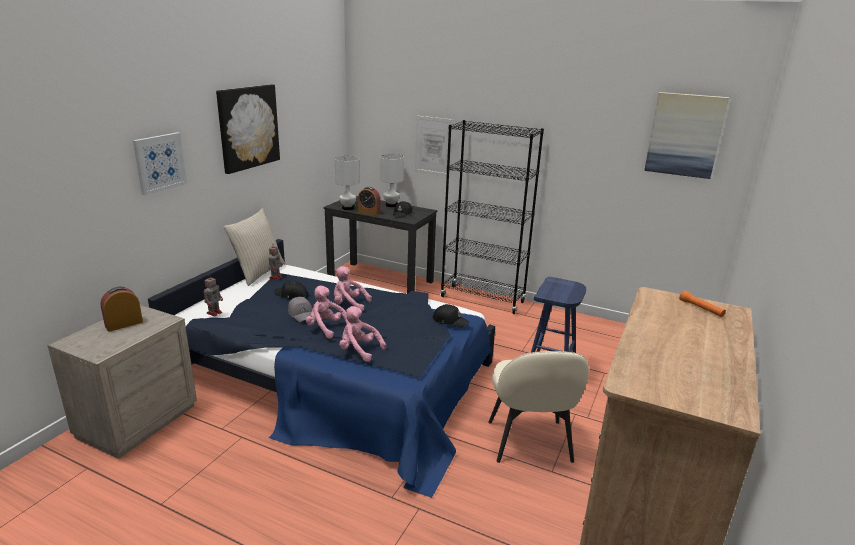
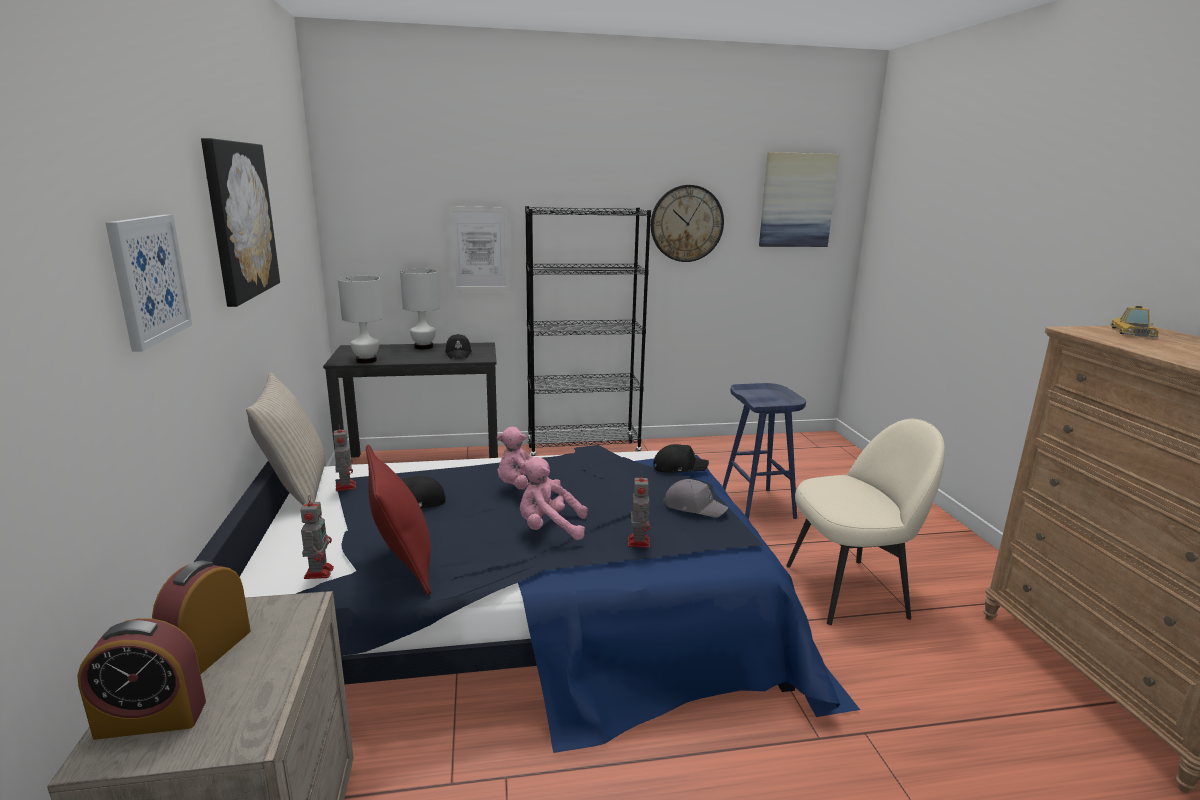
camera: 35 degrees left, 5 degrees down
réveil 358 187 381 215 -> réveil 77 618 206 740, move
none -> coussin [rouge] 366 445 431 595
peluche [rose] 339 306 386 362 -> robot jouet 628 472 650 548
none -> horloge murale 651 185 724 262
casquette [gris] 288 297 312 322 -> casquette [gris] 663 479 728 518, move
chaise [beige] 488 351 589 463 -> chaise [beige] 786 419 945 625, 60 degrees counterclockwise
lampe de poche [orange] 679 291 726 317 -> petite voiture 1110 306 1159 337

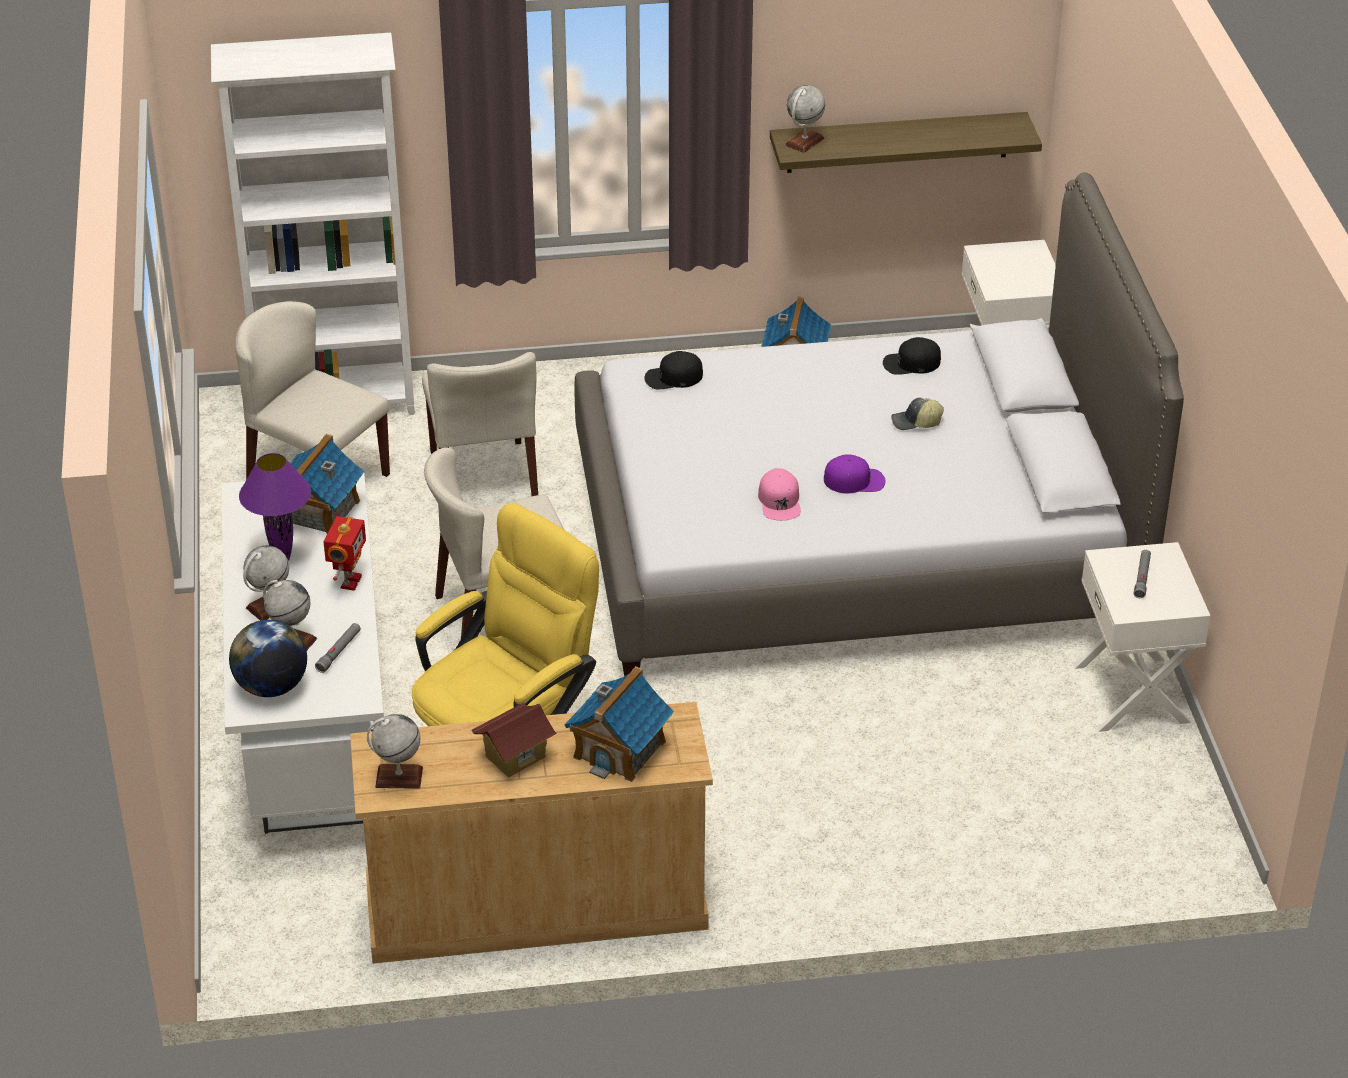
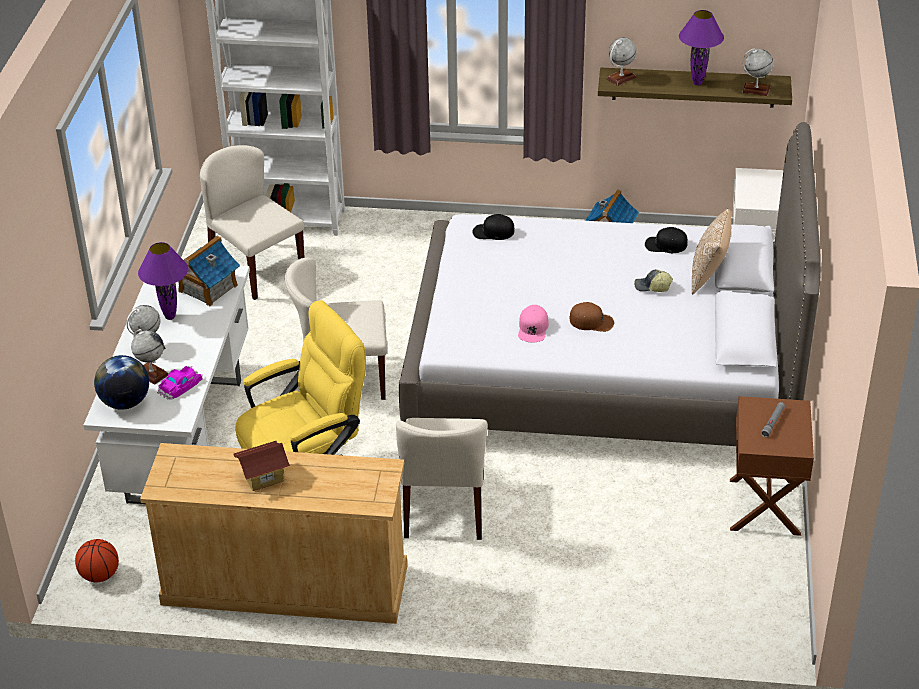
camera: 15 degrees right, 0 degrees up
none -> ballon de basket 75 539 119 583
lampe de poche [gris] 315 623 361 673 -> petite voiture 157 366 202 400
chaise [beige] 422 352 538 496 -> chaise [beige] 396 418 488 540, move
casquette [violet] 824 454 886 494 -> casquette [marron] 570 302 614 332
none -> lampe de table [violet] 679 10 724 85
none -> coussin 692 209 731 294
table de chevet [blanc] 1074 542 1210 732 -> table de chevet [marron] 730 396 814 536
globe 367 714 423 789 -> globe 742 48 773 96, move
robot jouet 323 516 366 591 -> none
maison miniature 564 666 674 782 -> none

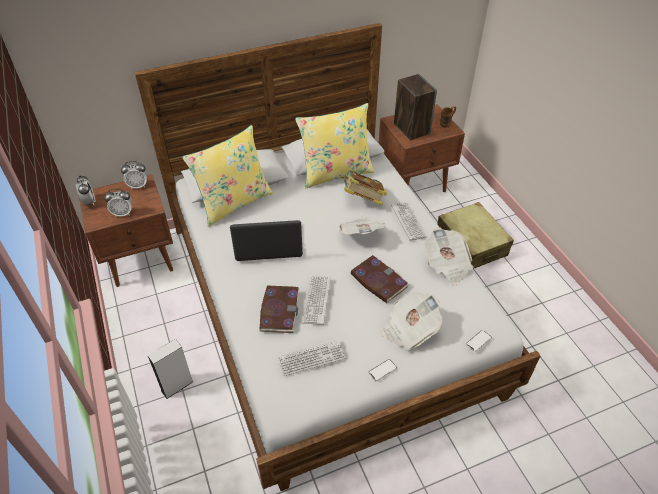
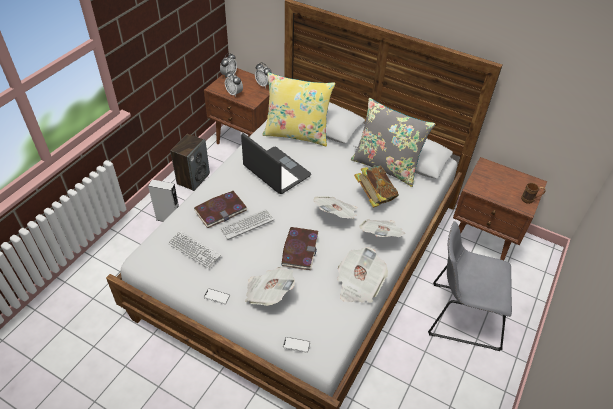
camera: 50 degrees right, 0 degrees up
enceinte 394 74 437 141 -> enceinte 170 134 210 191, move
coussin [jaune] 295 103 374 188 -> coussin [gris] 351 98 436 187
clavier 391 202 427 240 -> journal 359 219 406 237
valise [beige] 437 202 514 269 -> chaise [gris] 428 221 512 351

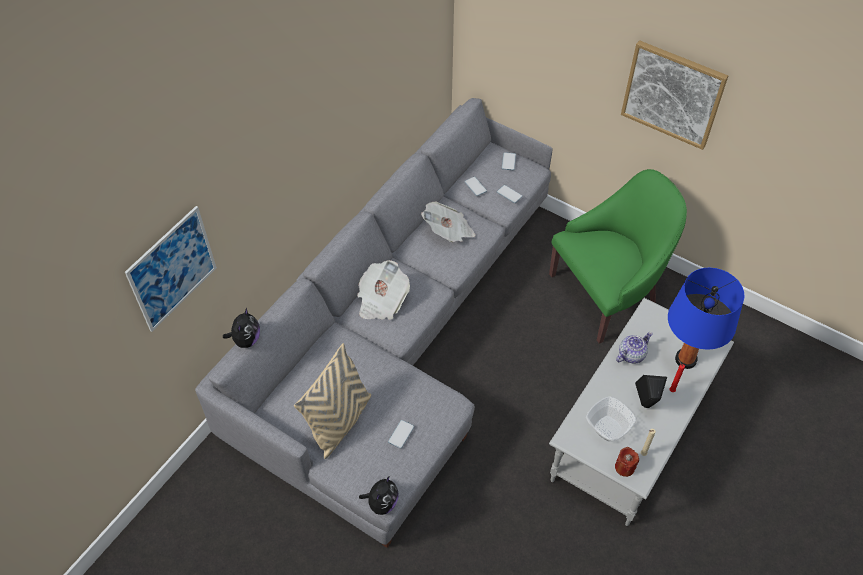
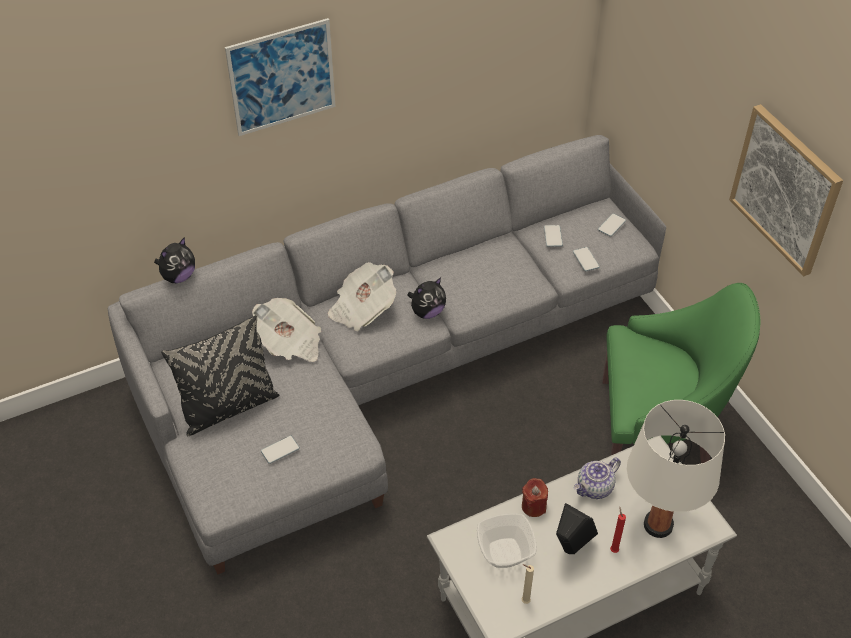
camera: 30 degrees right, 5 degrees down
coussin [beige] 294 343 371 459 -> coussin [noir] 161 315 279 436
tableau 125 206 217 332 -> tableau 225 18 336 136, move
journal 421 201 476 242 -> journal 252 298 321 362, move
peluche 359 476 398 515 -> peluche 407 277 446 319, move
bougie [rouge] 615 447 639 477 -> bougie [rouge] 522 478 548 517, move
théière 616 332 653 363 -> théière 574 458 621 499, 150 degrees clockwise
lampe de table [bleu] 668 267 745 369 -> lampe de table [blanc] 626 400 725 538

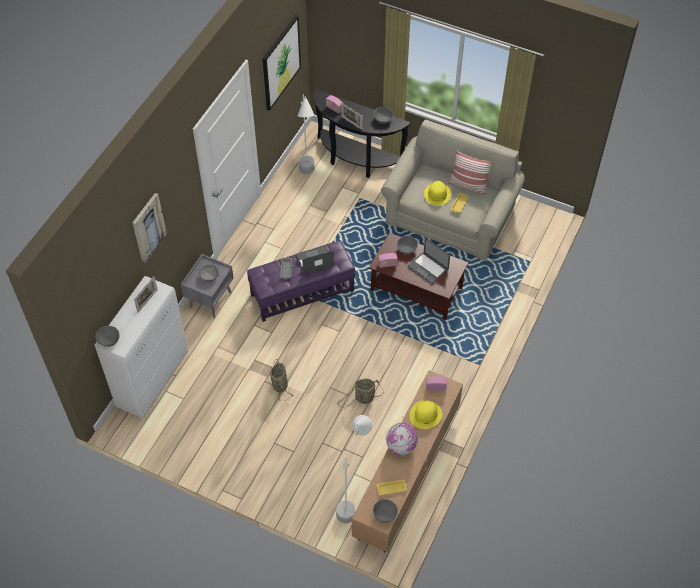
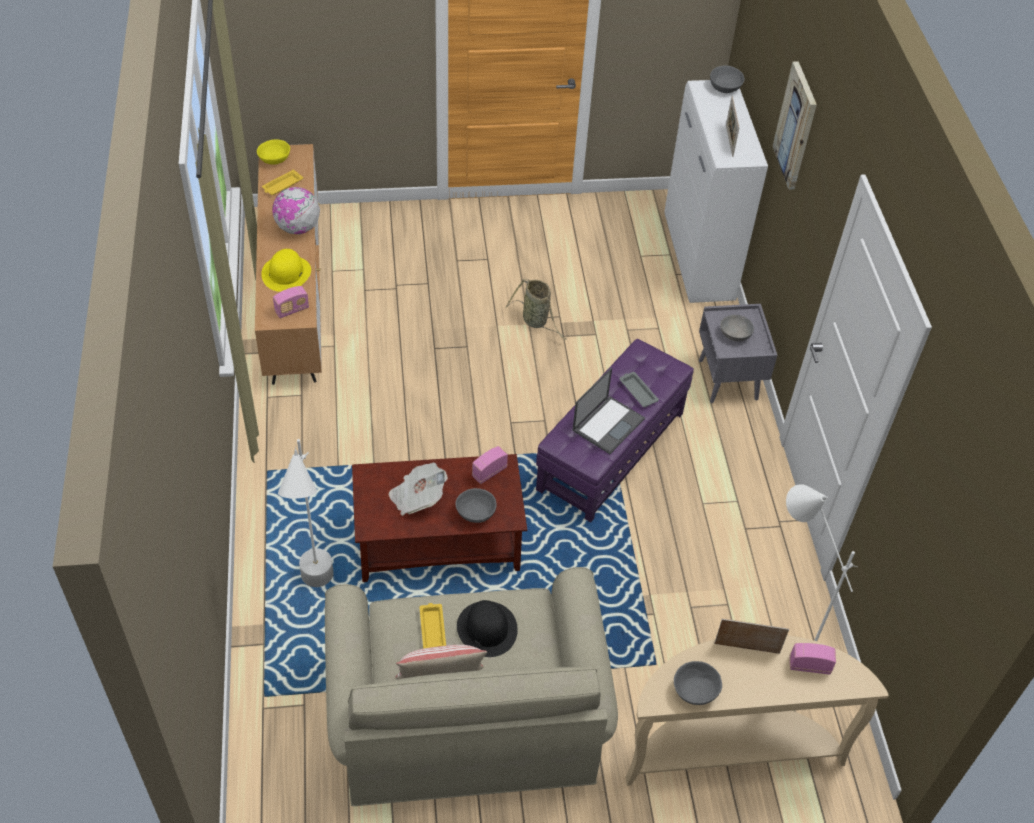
camera: 145 degrees right, 5 degrees down
bol [gris] 373 499 398 523 -> bol [jaune] 257 139 290 165
lampadaire [blanc] 336 415 372 524 -> lampadaire [blanc] 278 439 334 587, move
ordinateur portable 407 237 450 284 -> journal 389 463 448 516
chapeau [jaune] 424 181 451 206 -> chapeau [noir] 457 600 518 657
table console [noir] 314 89 411 178 -> table console [beige] 625 635 889 786
tableau 263 15 301 111 -> none
panier 337 379 384 408 -> none

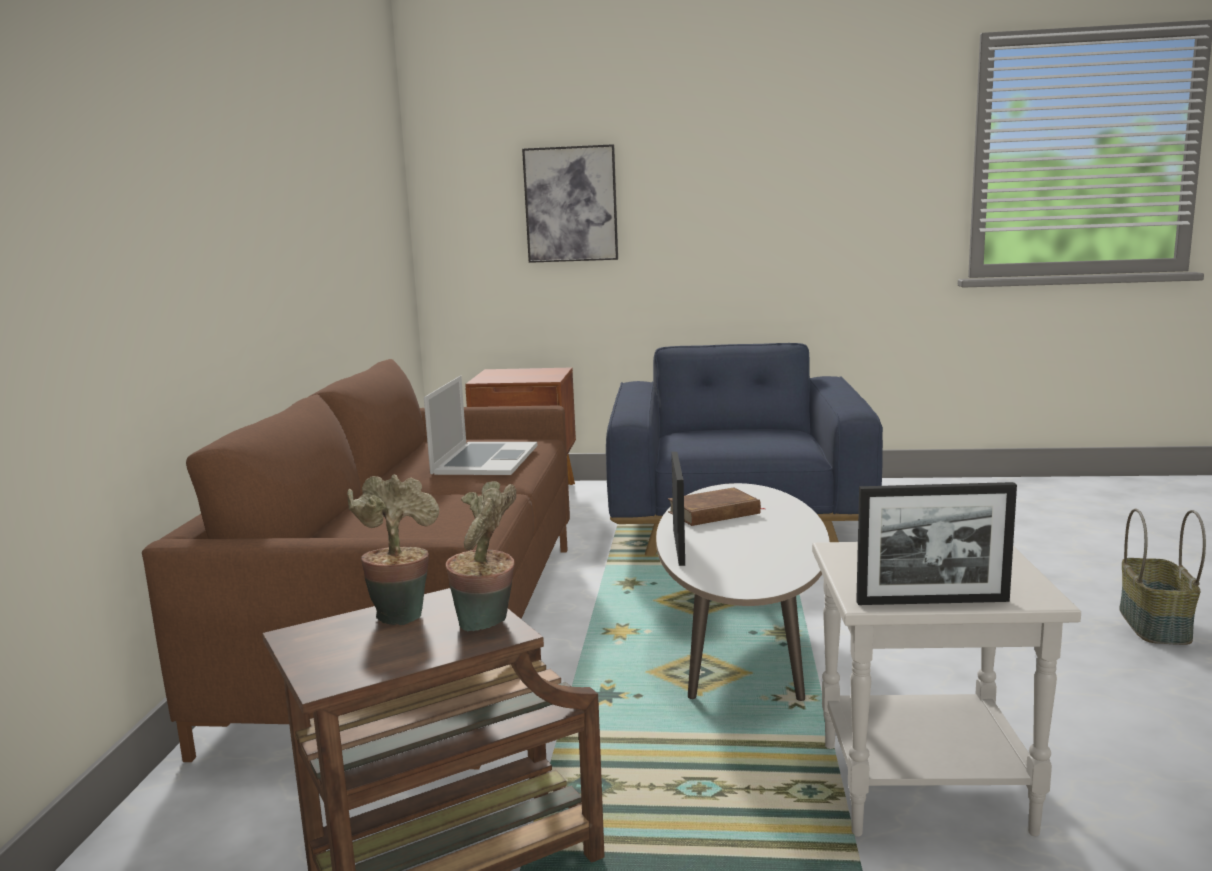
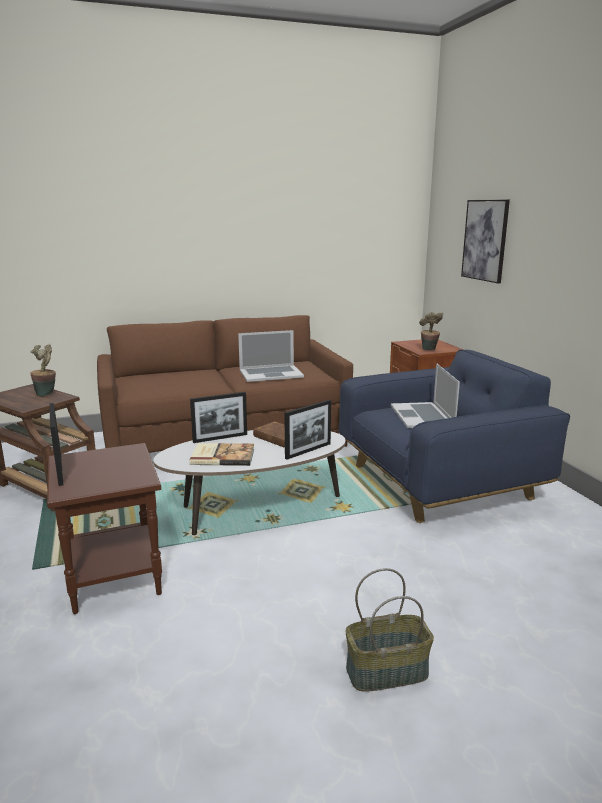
camera: 65 degrees right, 5 degrees up
table d'appoint [blanc] 812 542 1081 837 -> table d'appoint [marron] 47 443 162 614
none -> livre 190 443 254 466
none -> cadre photo 284 400 331 460
none -> ordinateur portable 391 363 460 428
plante en pot 446 481 516 631 -> plante en pot 419 312 443 350, move

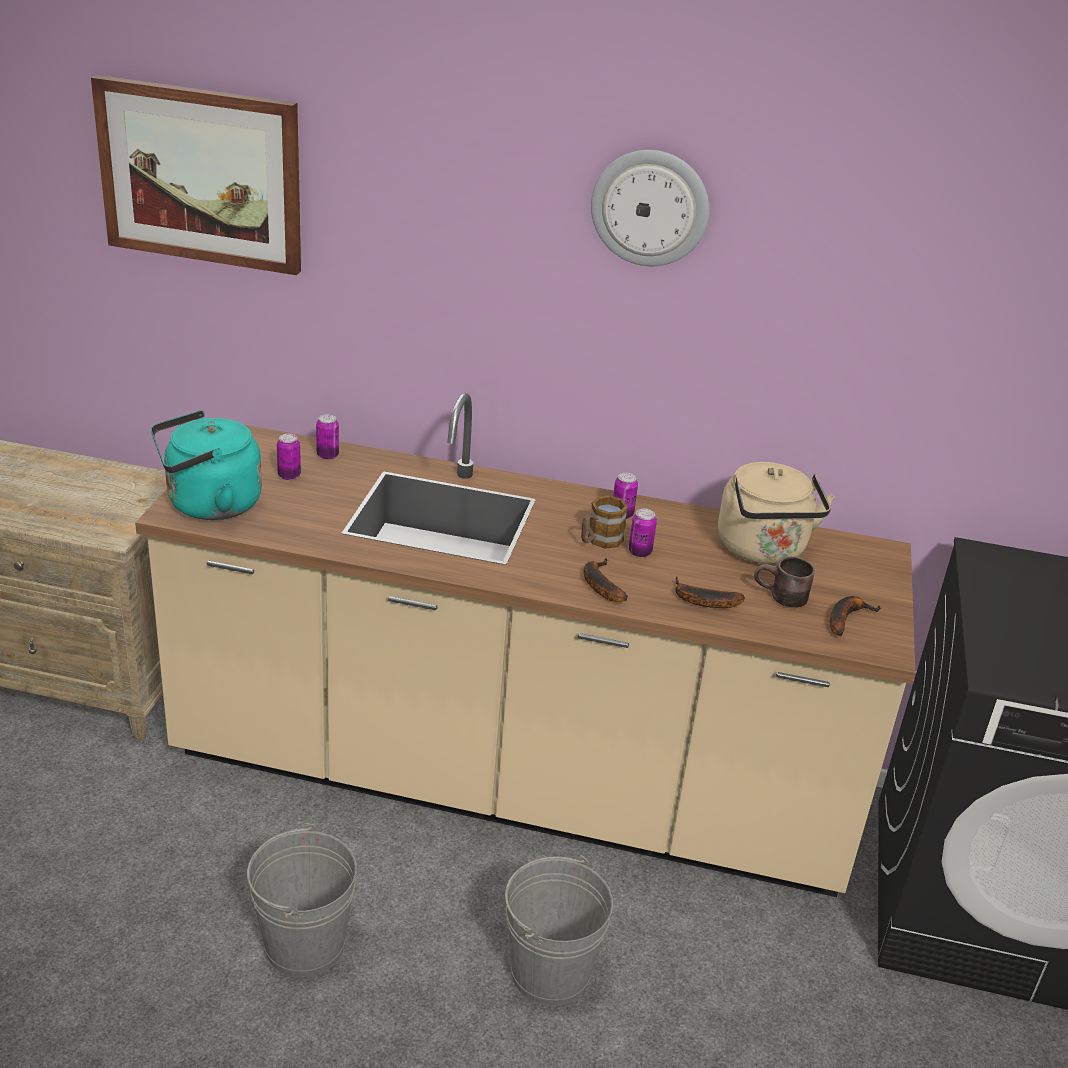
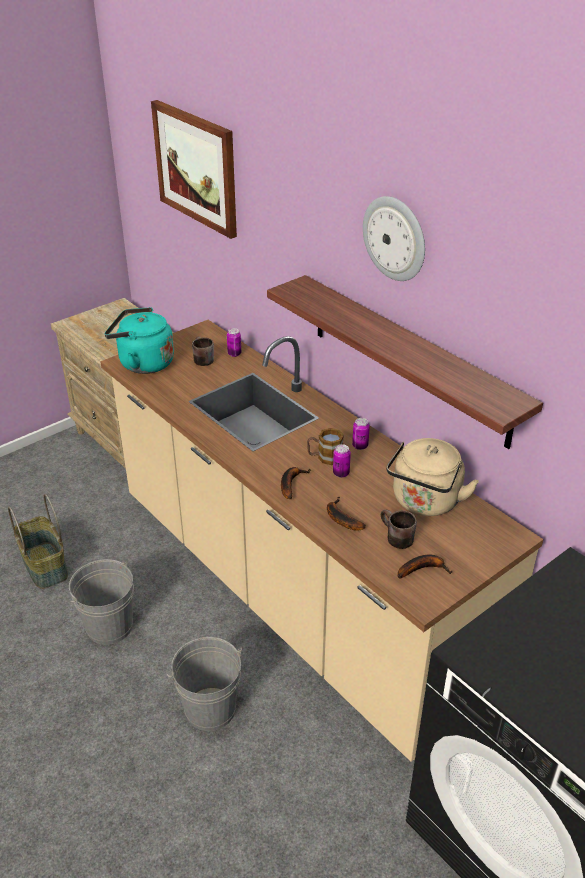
camera: 40 degrees right, 5 degrees up
none -> panier 8 494 68 589
boîte métallique 277 434 301 480 -> mug [marron] 192 337 214 366
none -> étagère 267 275 543 449

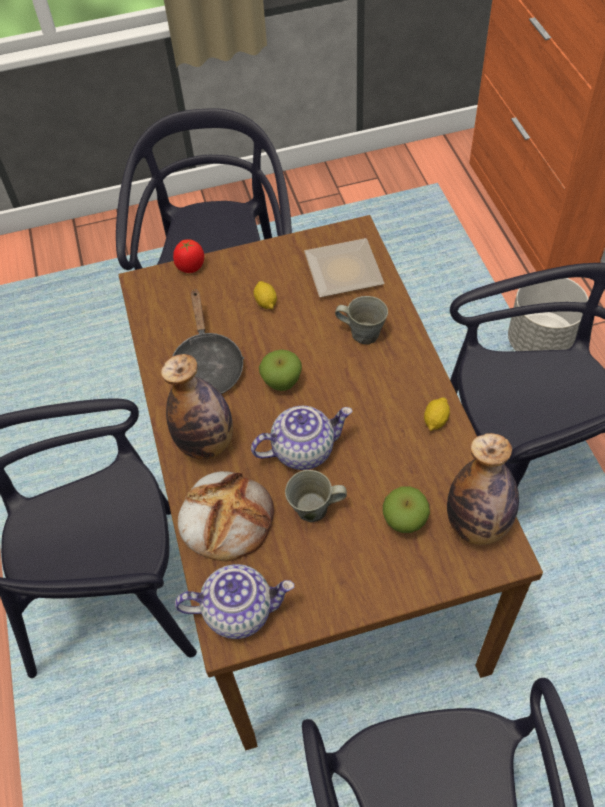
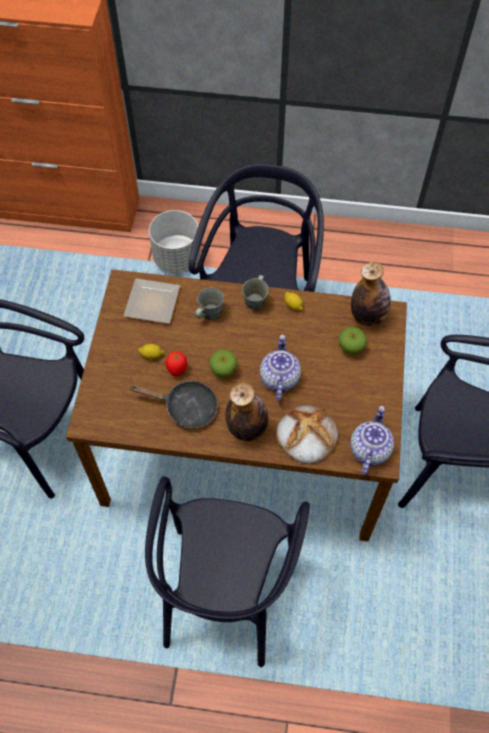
camera: 70 degrees left, 5 degrees up
tomate 173 239 204 273 -> tomate 166 351 187 377, move
mug [gris] 285 470 347 522 -> mug [gris] 242 275 269 310, move

